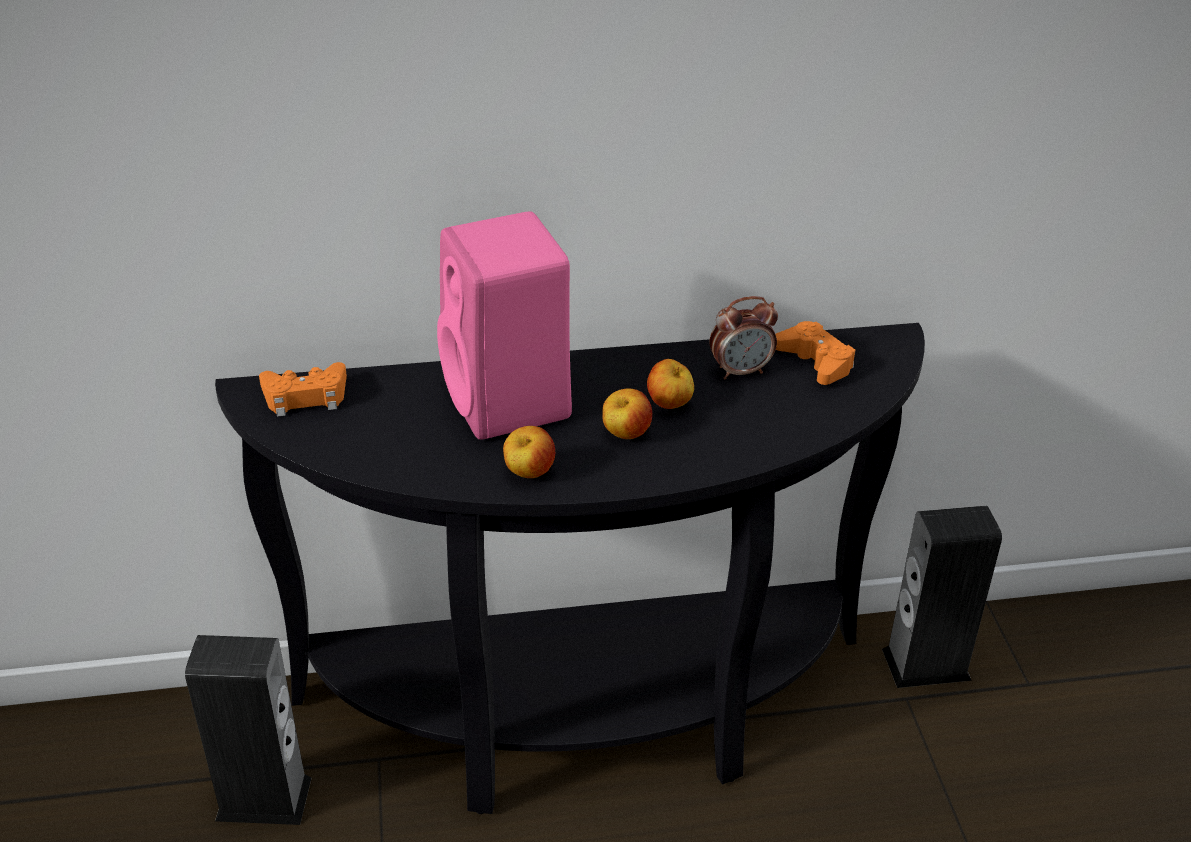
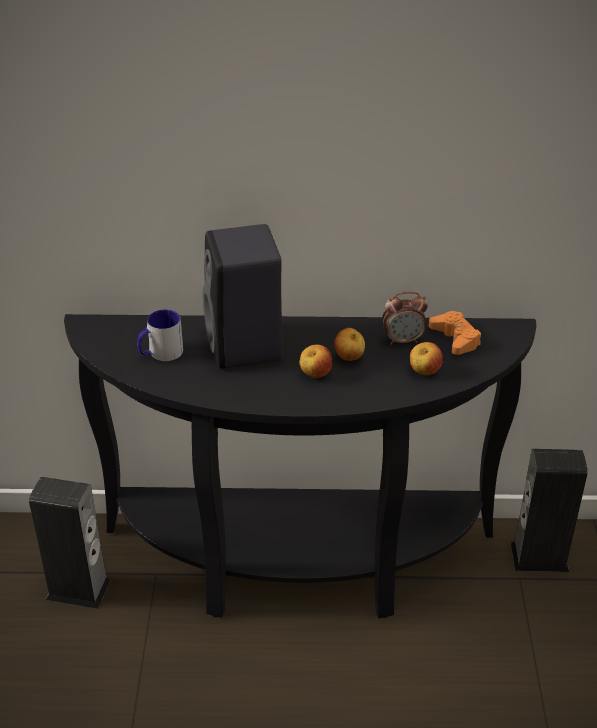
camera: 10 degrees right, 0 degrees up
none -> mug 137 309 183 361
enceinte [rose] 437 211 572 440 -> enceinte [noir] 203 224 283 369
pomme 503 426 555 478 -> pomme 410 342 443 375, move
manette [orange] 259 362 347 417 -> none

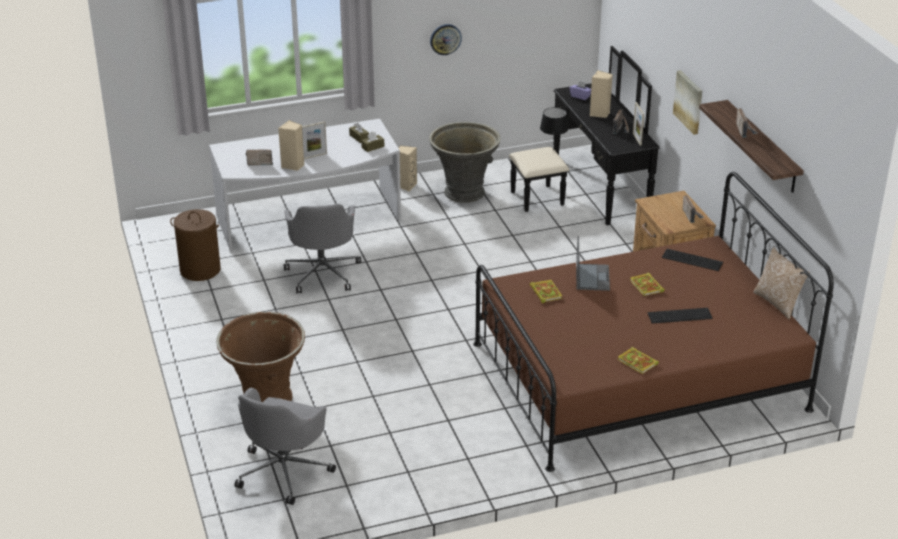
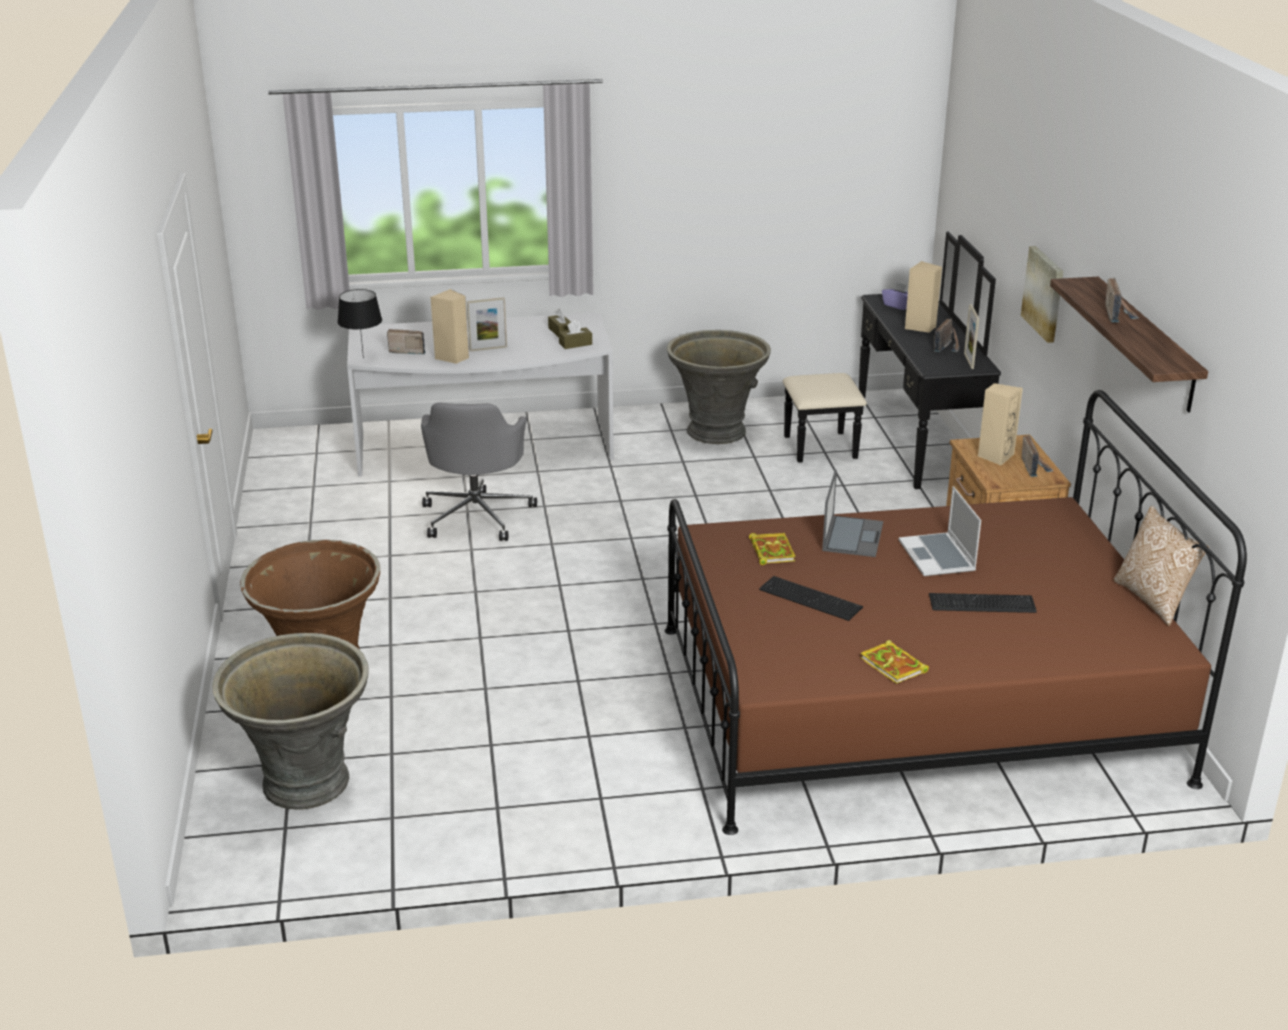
camera: 10 degrees right, 5 degrees down
chaise de bureau [gris] 234 388 336 505 -> cache-pot [gris] 212 633 369 810
lampe de table [noir] 540 107 568 148 -> lampe de table [noir] 337 289 382 358, move
clavier 662 249 723 271 -> clavier 759 576 863 621, move
livre 630 273 665 296 -> ordinateur portable 899 486 981 576
enceinte [beige] 399 146 417 191 -> enceinte [beige] 977 383 1023 466, move
panier à linge [marron] 170 209 221 281 -> none
horloge murale 430 24 462 55 -> none

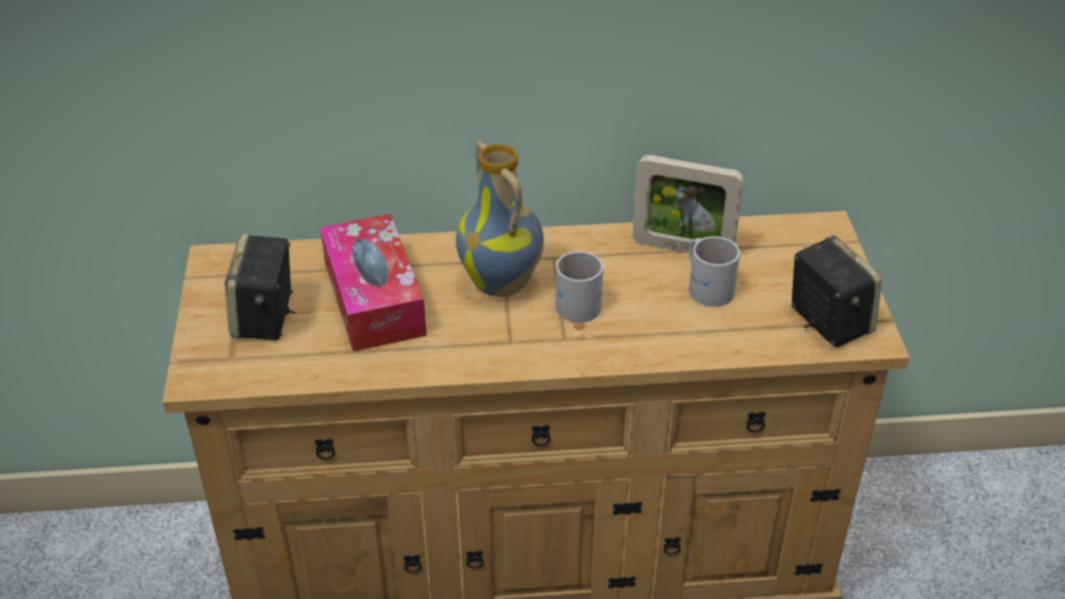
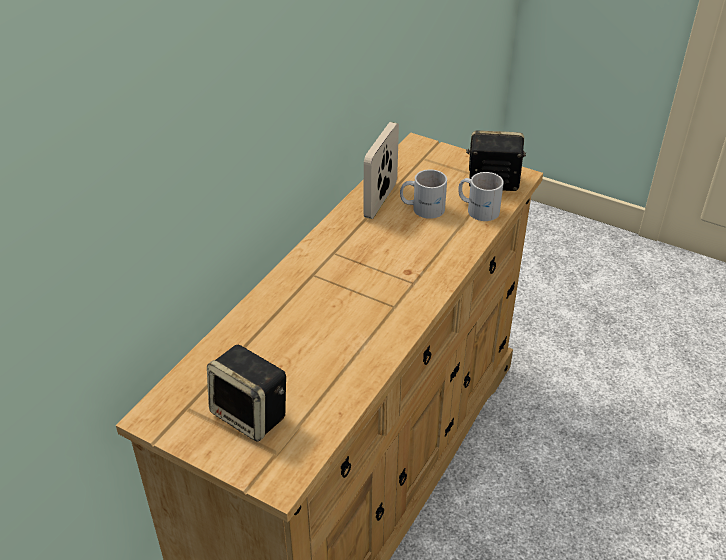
camera: 55 degrees left, 0 degrees up
cadre photo 633 155 744 253 -> cadre photo 364 122 399 219, 150 degrees clockwise
mug [blanc] 555 251 603 323 -> mug [blanc] 458 172 504 221, move
boîte à mouchoirs 320 214 427 352 -> none
vase 456 139 544 297 -> none

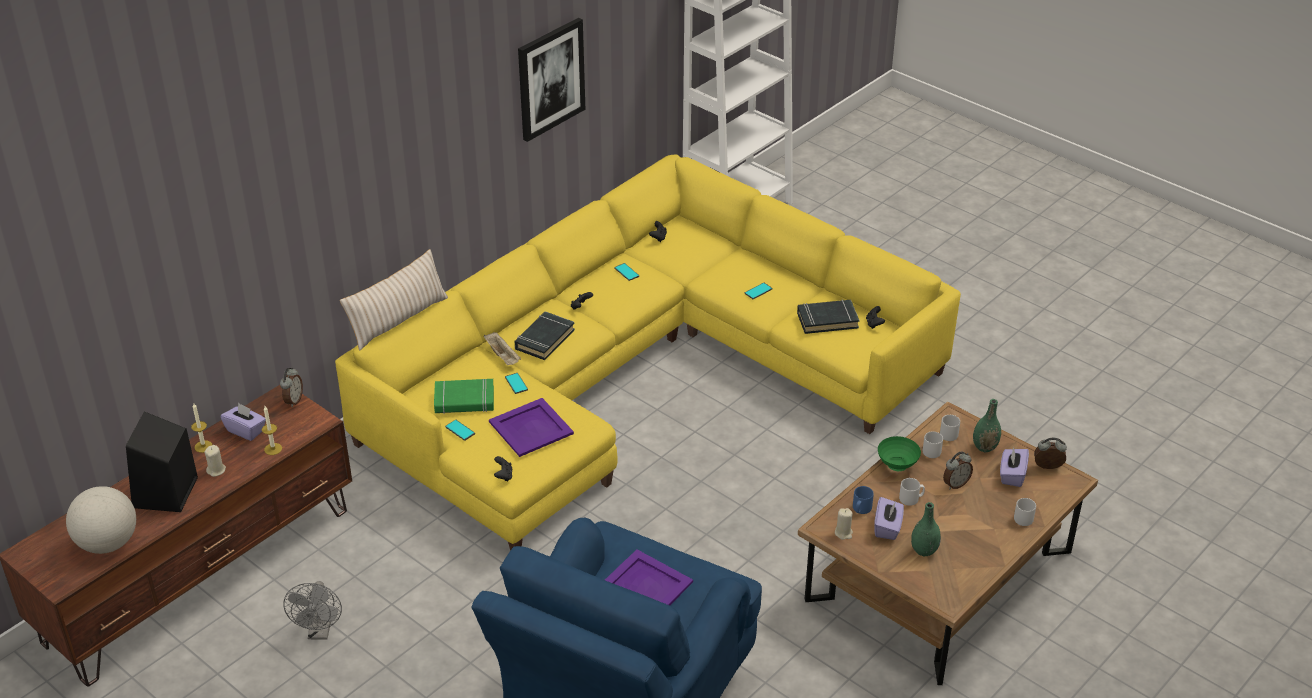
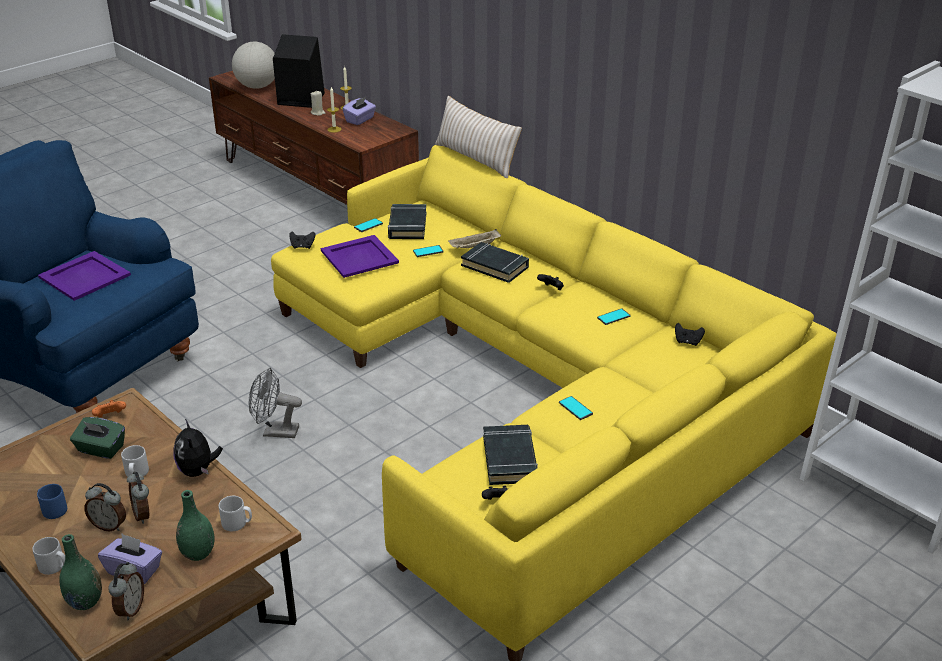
camera: 95 degrees right, 5 degrees down
mug [bleu] 853 486 874 514 -> mug [bleu] 37 484 67 519, move
vase [vert] 911 502 941 556 -> vase [vert] 59 534 102 610, move
boîte à mouchoirs [violet] 874 497 904 540 -> boîte à mouchoirs [vert] 70 417 125 459
réveil 280 367 303 407 -> réveil 84 483 126 531, move
bougie [beige] 835 508 853 540 -> manette [orange] 92 400 126 417
bol [vert] 878 436 921 471 -> peluche 173 419 223 477
ventilateur [gris] 283 581 342 640 -> ventilateur [gris] 249 367 302 438, move
livre [vert] 434 379 494 414 -> livre [noir] 388 204 427 239
tableau 518 18 585 142 -> none
mug [gris] 923 431 943 458 -> none

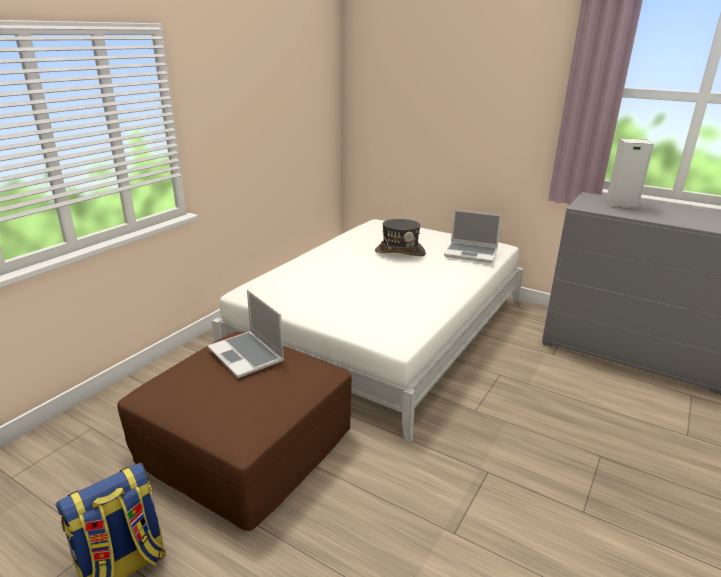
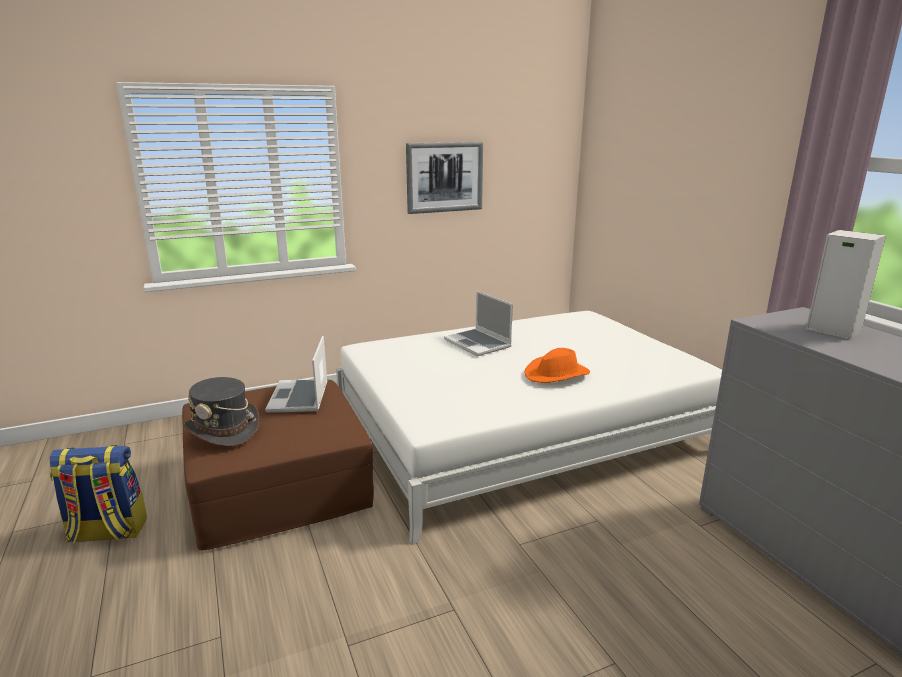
camera: 35 degrees right, 5 degrees down
chapeau [gris] 375 219 426 256 -> chapeau [gris] 183 377 260 447, move
none -> tableau 406 142 483 214
ordinateur portable 444 209 502 263 -> ordinateur portable 444 291 513 356, move
none -> chapeau [orange] 524 348 590 383

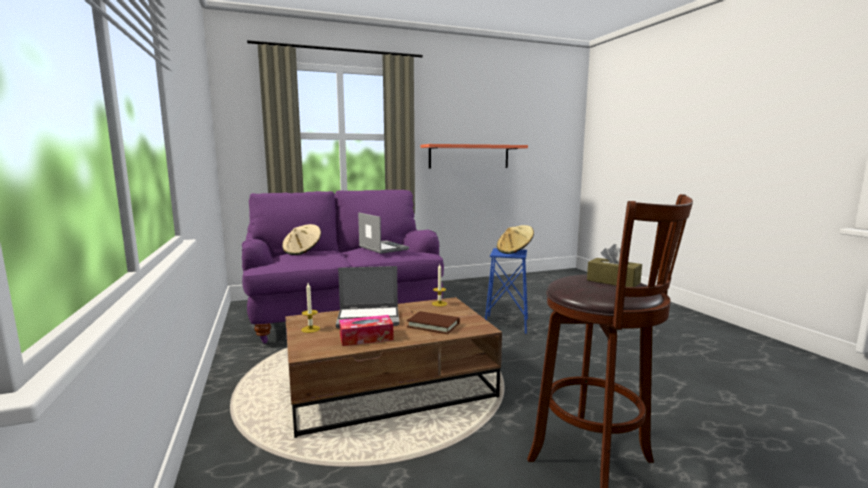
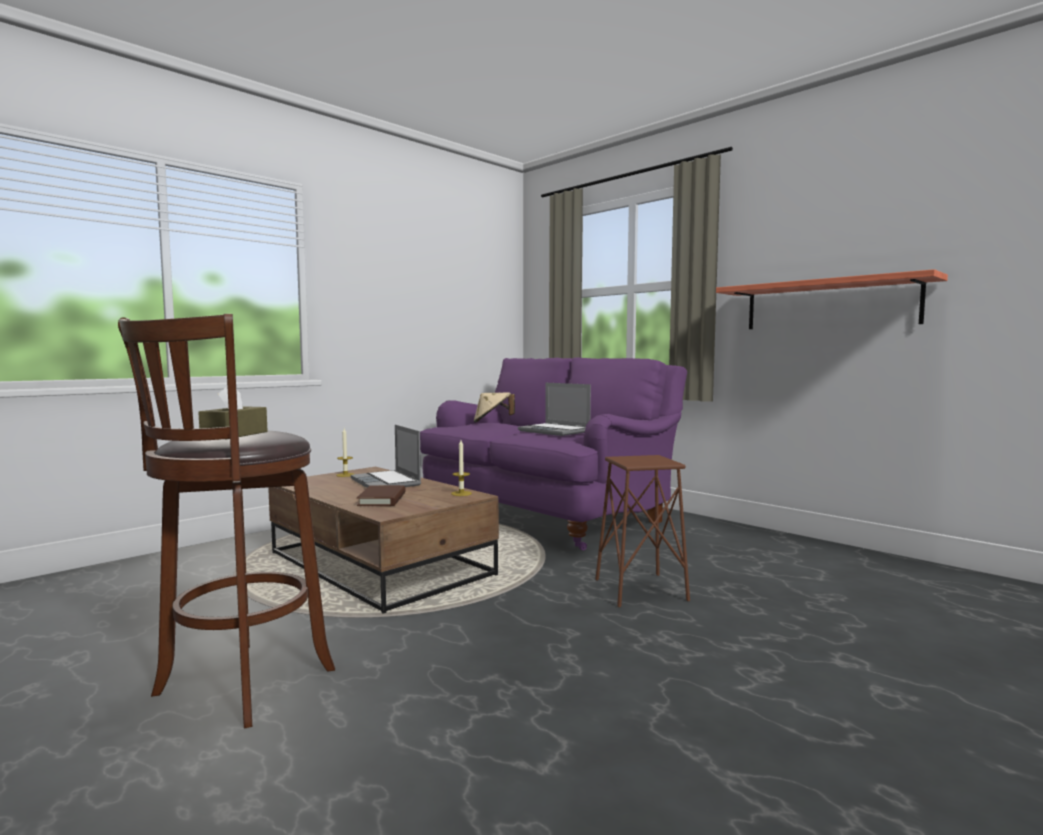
camera: 65 degrees right, 5 degrees down
ordinateur portable 358 212 409 254 -> ordinateur portable 518 383 591 436, 105 degrees clockwise
tabouret [bleu] 485 248 528 334 -> tabouret [marron] 595 455 690 607
boîte à mouchoirs 339 315 394 346 -> none
chapeau [beige] 497 225 534 254 -> none

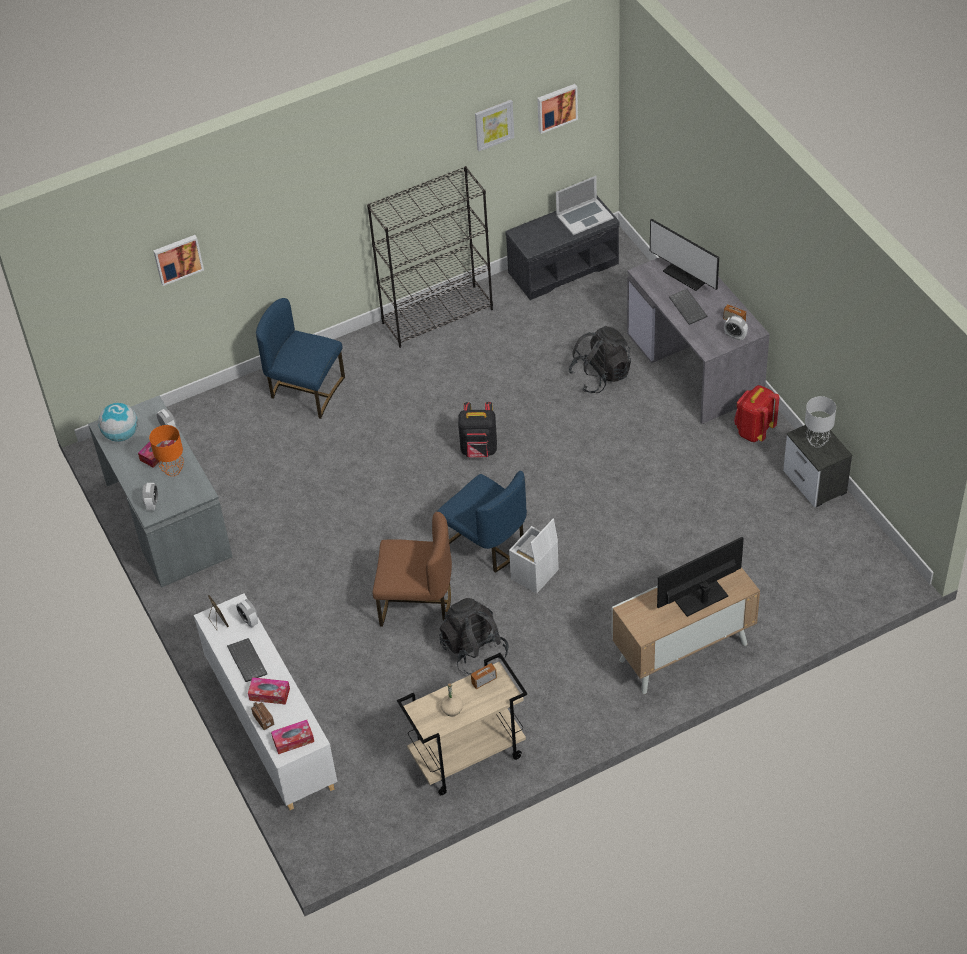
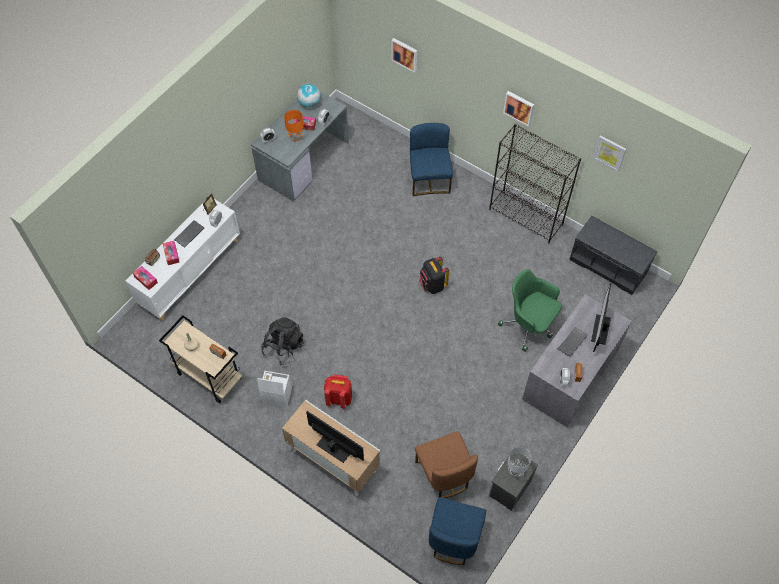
camera: 60 degrees right, 10 degrees up
boîte de rangement [blanc] 509 519 559 594 -> boîte de rangement [blanc] 257 371 292 407, move
sac à dos [rouge] 734 385 780 442 -> sac à dos [rouge] 324 375 352 409, move
chaise [marron] 372 512 452 627 -> chaise [marron] 415 431 478 498, move
chaise [bleu] 437 471 527 573 -> chaise [bleu] 429 497 486 565, move
sac à dos [noir] 569 326 631 393 -> chaise de bureau [vert] 498 269 562 352
tableau 537 84 578 134 -> tableau 503 91 534 127, move
ordinateur portable 556 176 613 235 -> none

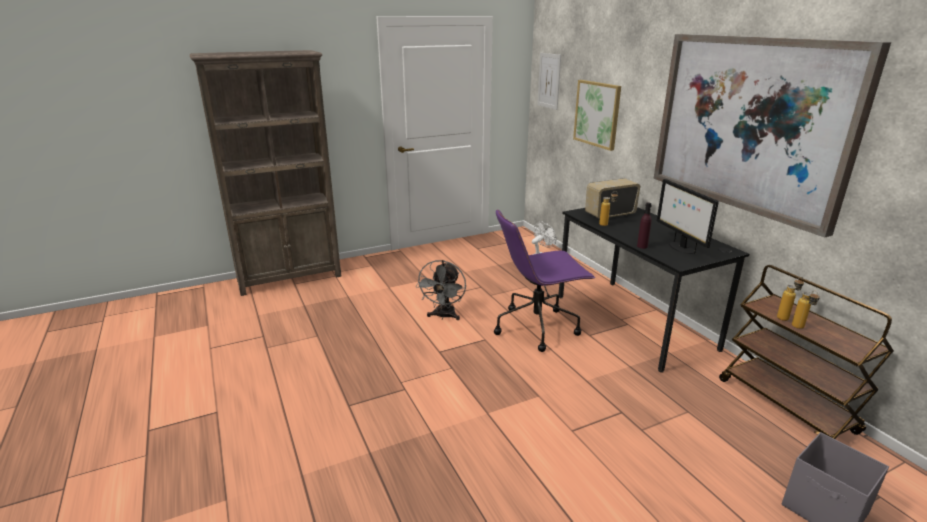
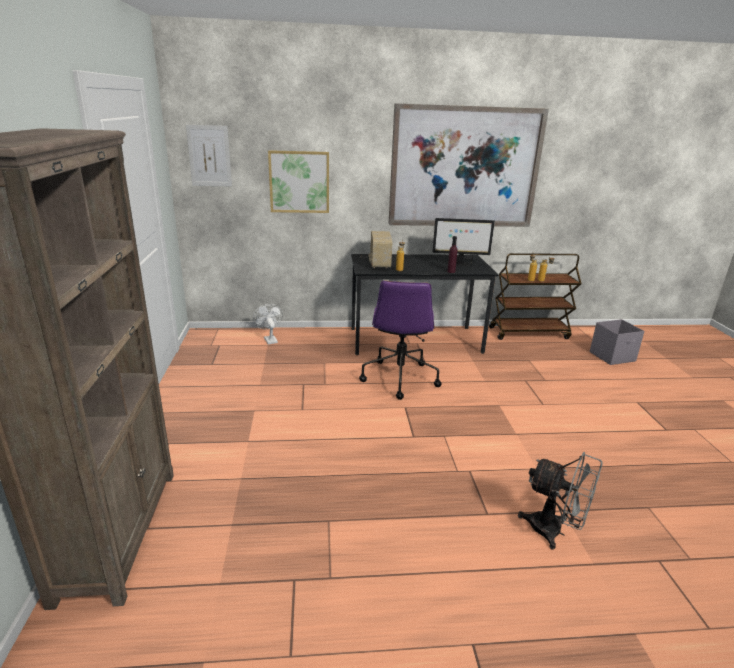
camera: 70 degrees left, 0 degrees up
ventilateur [gris] 416 260 466 320 -> ventilateur [gris] 518 452 603 550, move

